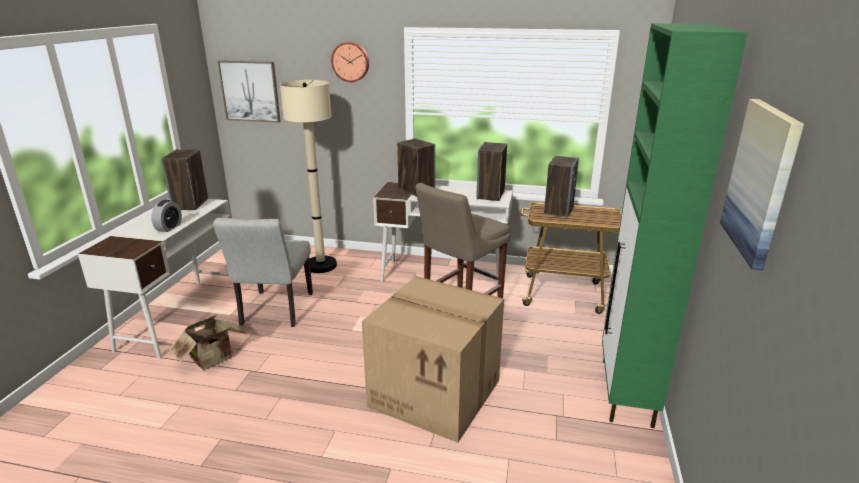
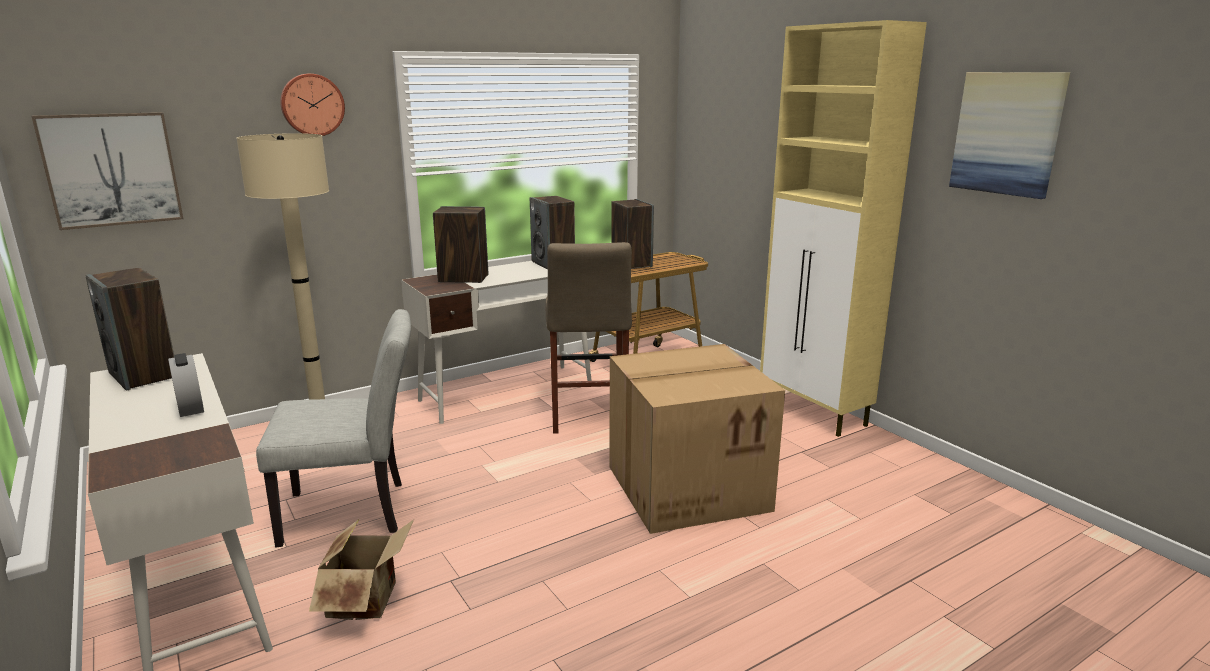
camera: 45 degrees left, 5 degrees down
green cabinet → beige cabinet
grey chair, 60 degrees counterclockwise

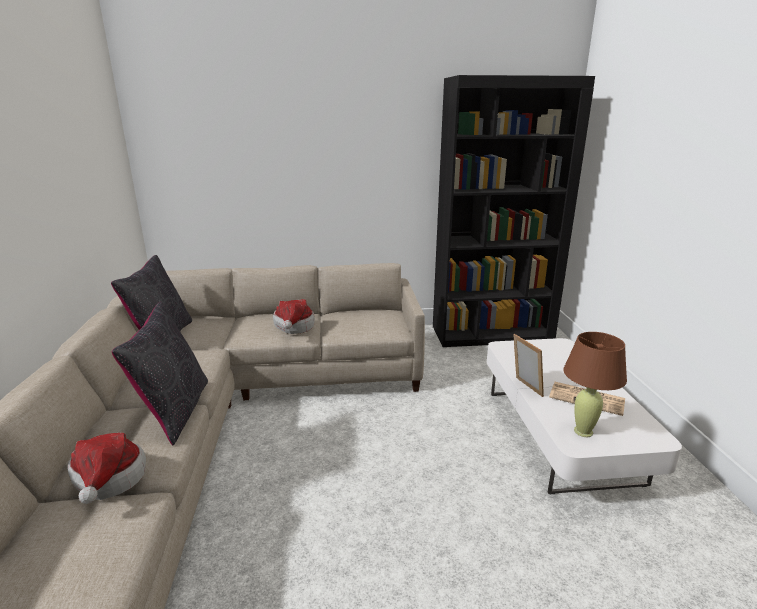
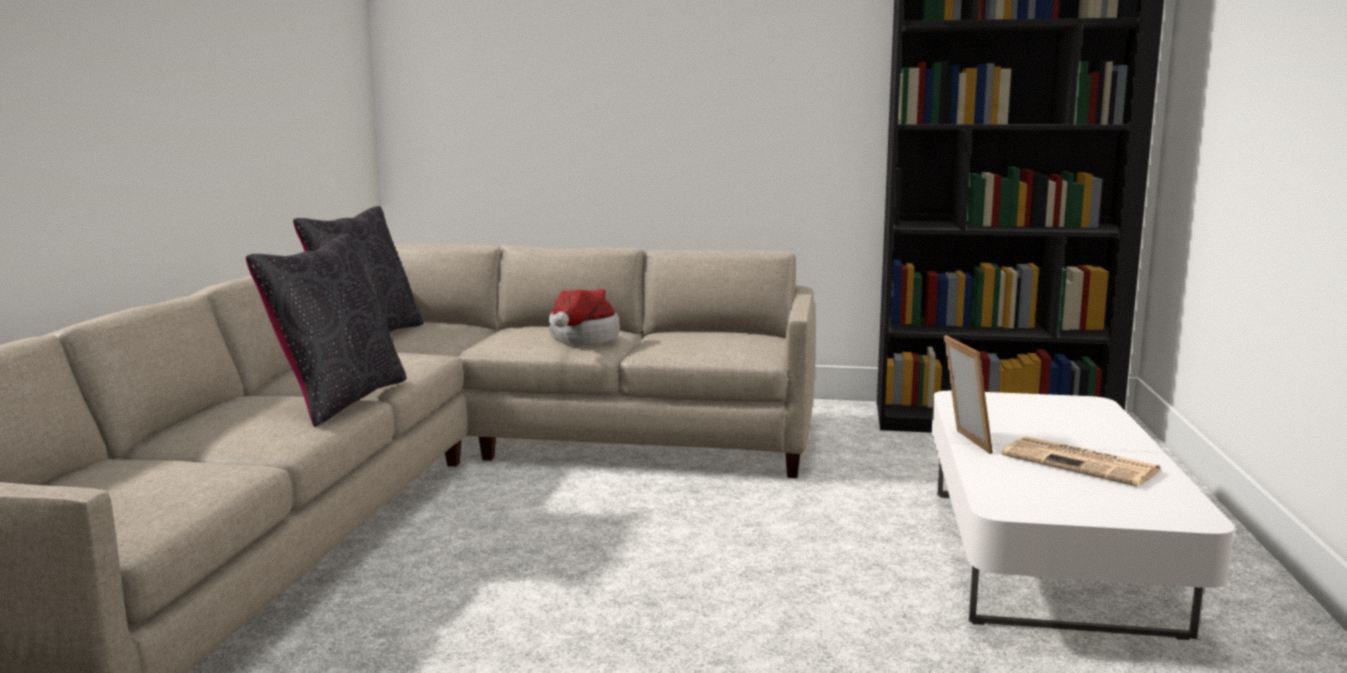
camera: 15 degrees right, 10 degrees down
brown table lamp → -
hat (1st from left) → -

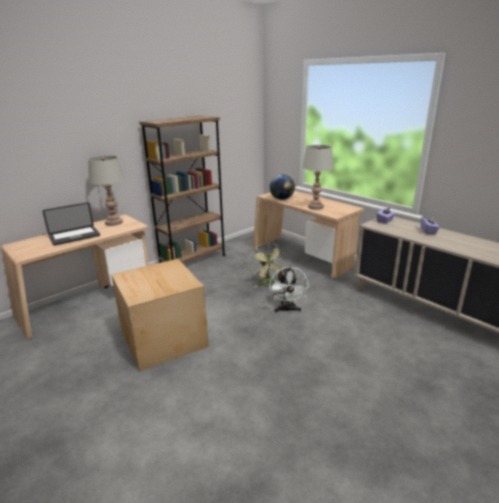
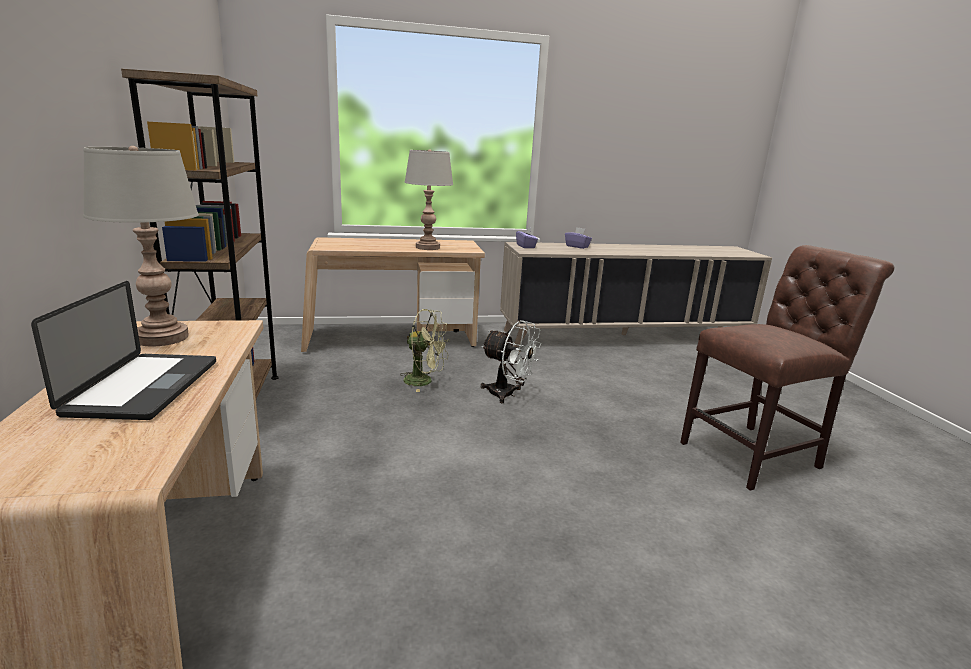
camera: 60 degrees left, 5 degrees down
globe → -
cardboard box → -
- → brown chair

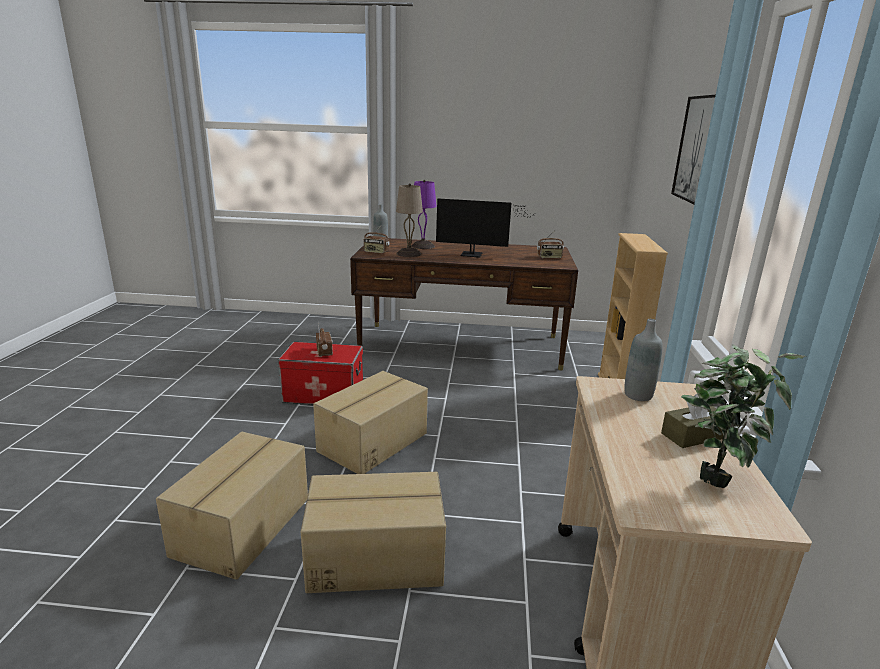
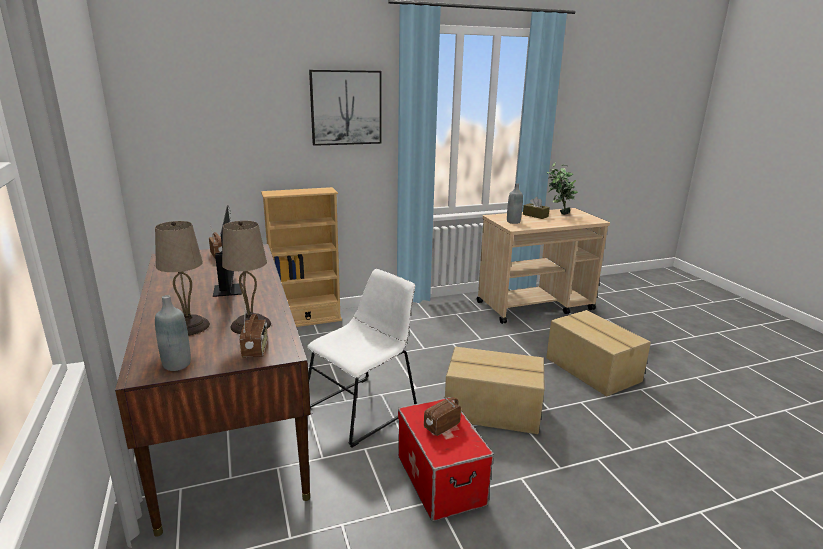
camera: 115 degrees left, 0 degrees up
purple table lamp → beige table lamp (1st from left)
cardboard box (1st from left) → -
- → white chair

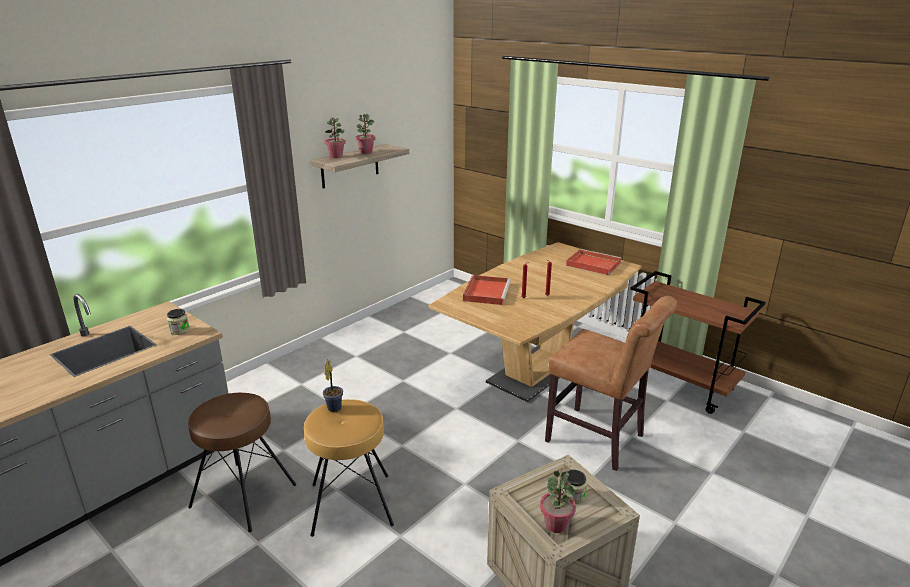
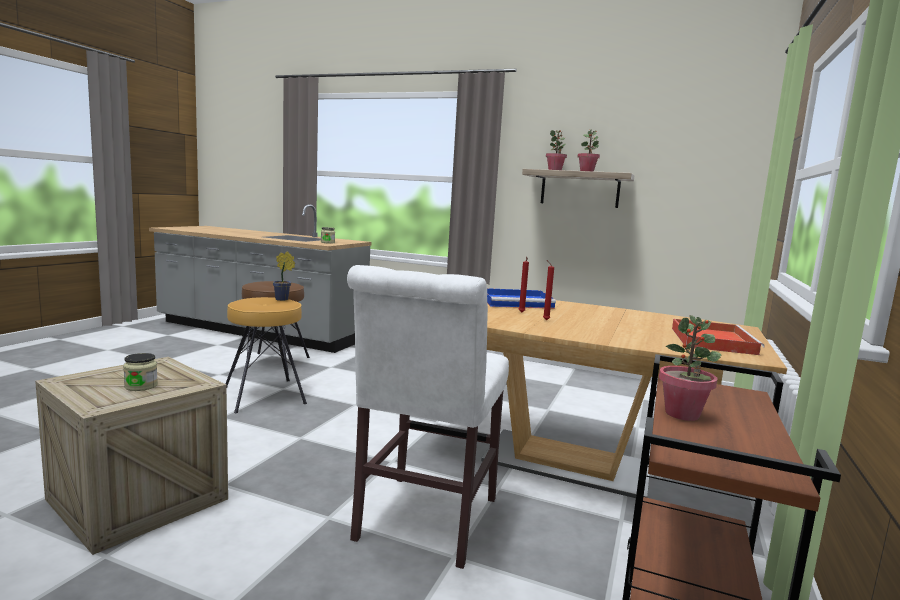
camera: 70 degrees right, 15 degrees down
red tray (1st from left) → blue tray
brown chair → white chair
potted plant (4th from left), moved

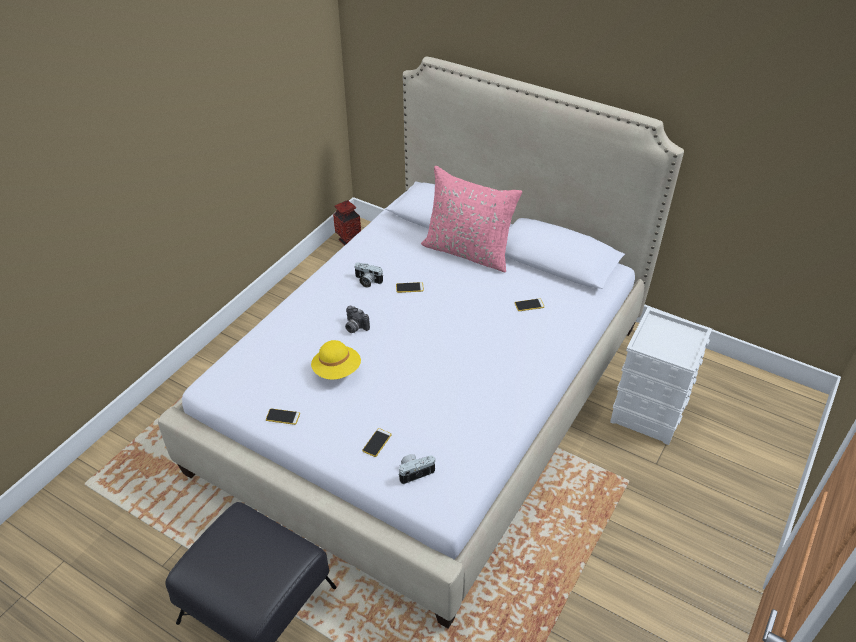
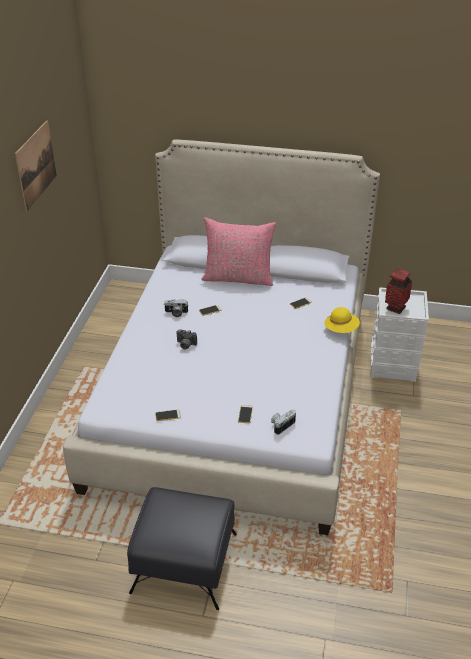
camera: 20 degrees left, 5 degrees down
vase, moved
yellow hat, moved
- → picture

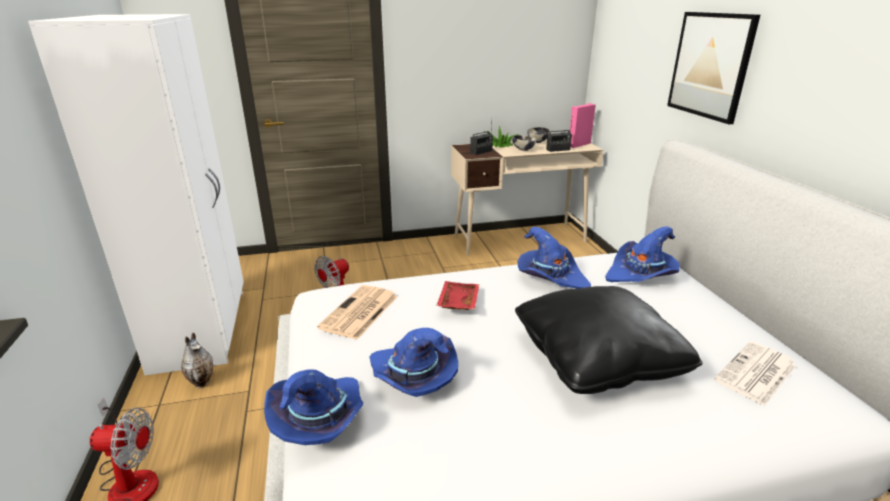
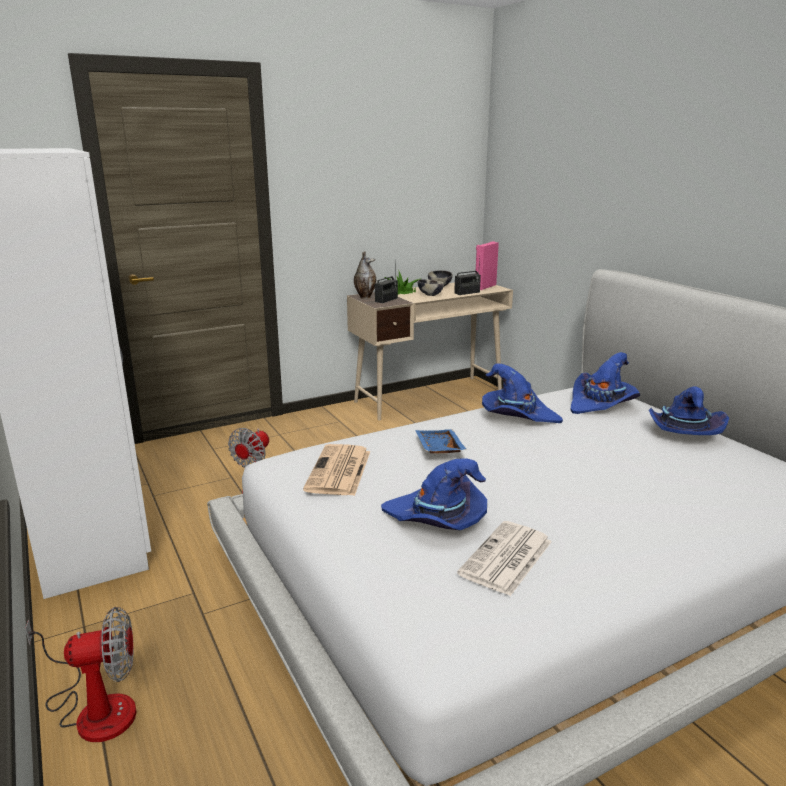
camera: 15 degrees left, 5 degrees down
picture → -
red tray → blue tray
black pillow → -
vase, moved
newspaper (2nd from left), moved
blue hat (1st from left in the first image) → blue hat (4th from left), moved

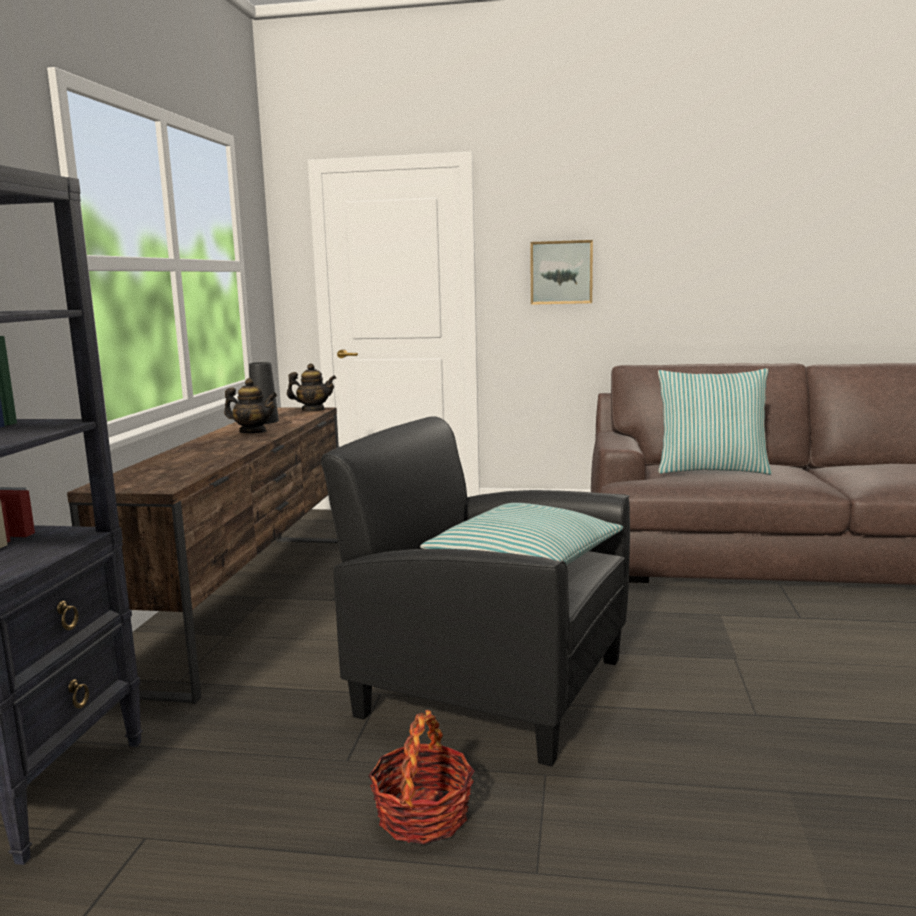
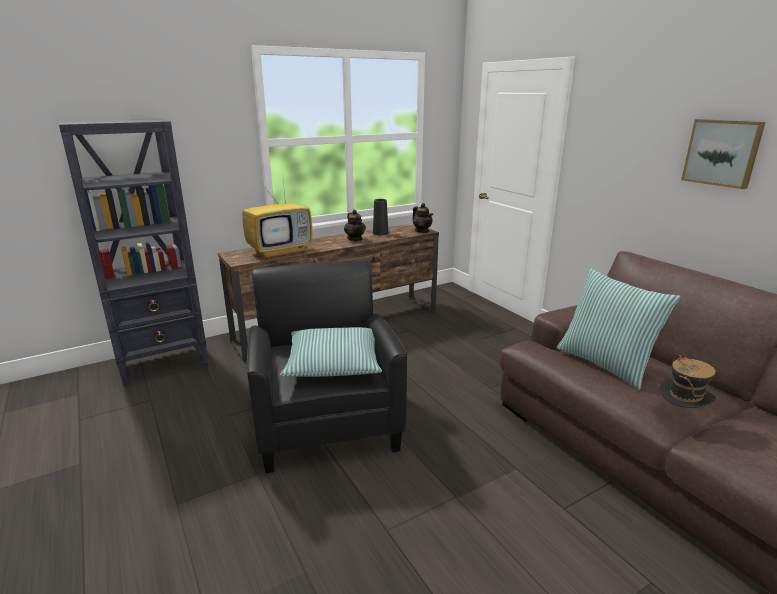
camera: 50 degrees right, 10 degrees up
picture, moved
basket → -
- → television
- → hat

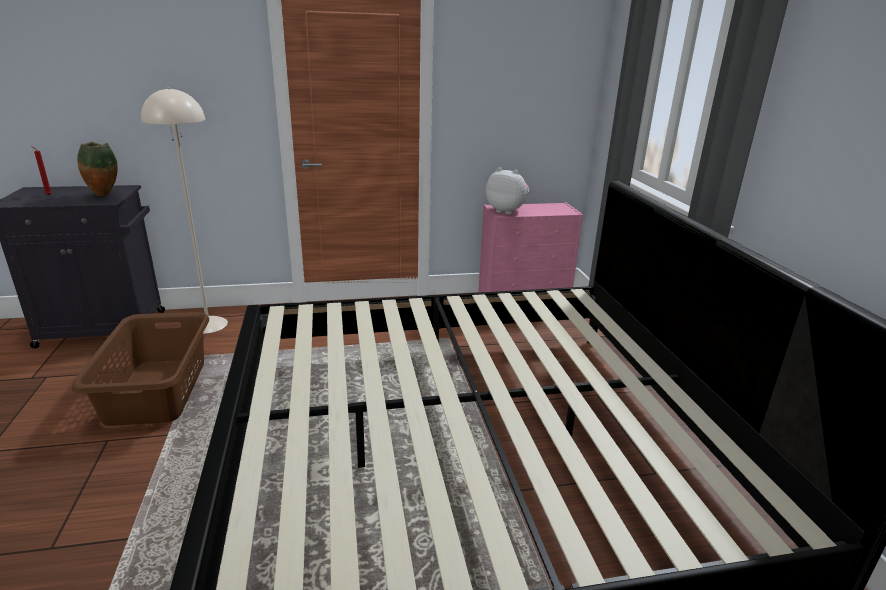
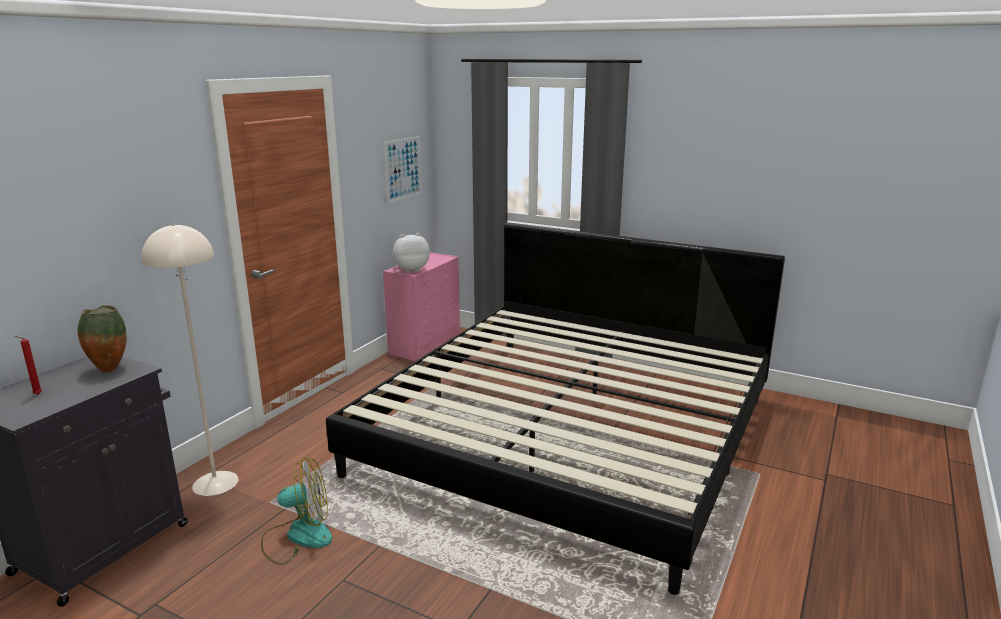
camera: 50 degrees left, 5 degrees down
brown laundry basket → fan
- → picture

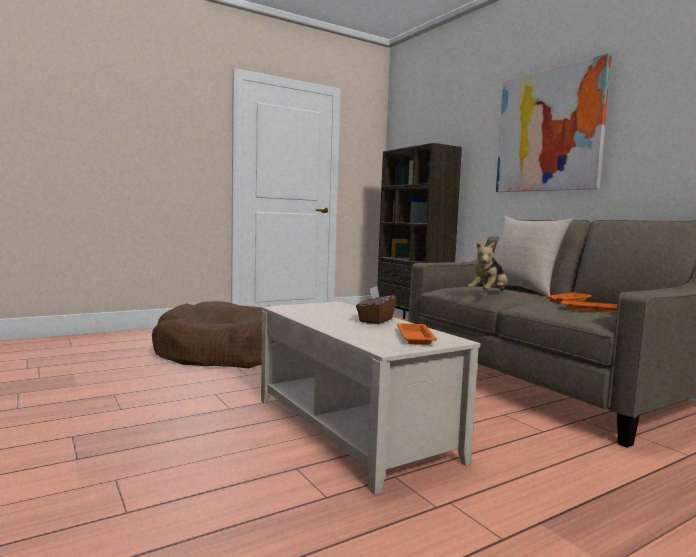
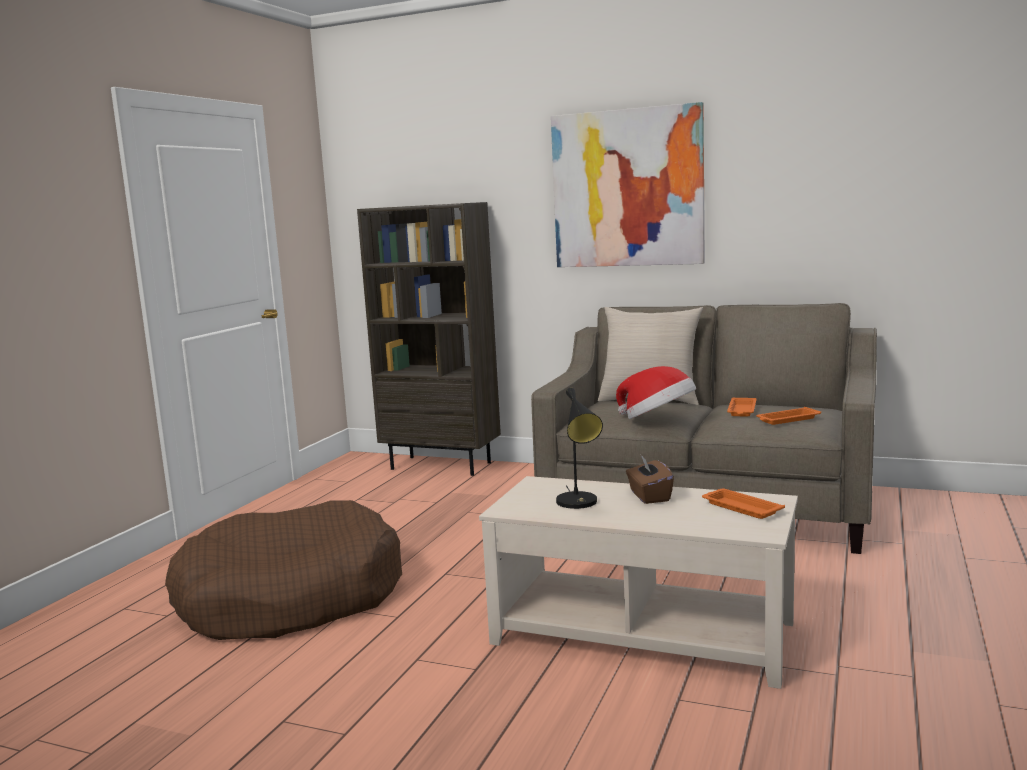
camera: 35 degrees left, 5 degrees up
plush toy → hat
- → black table lamp

